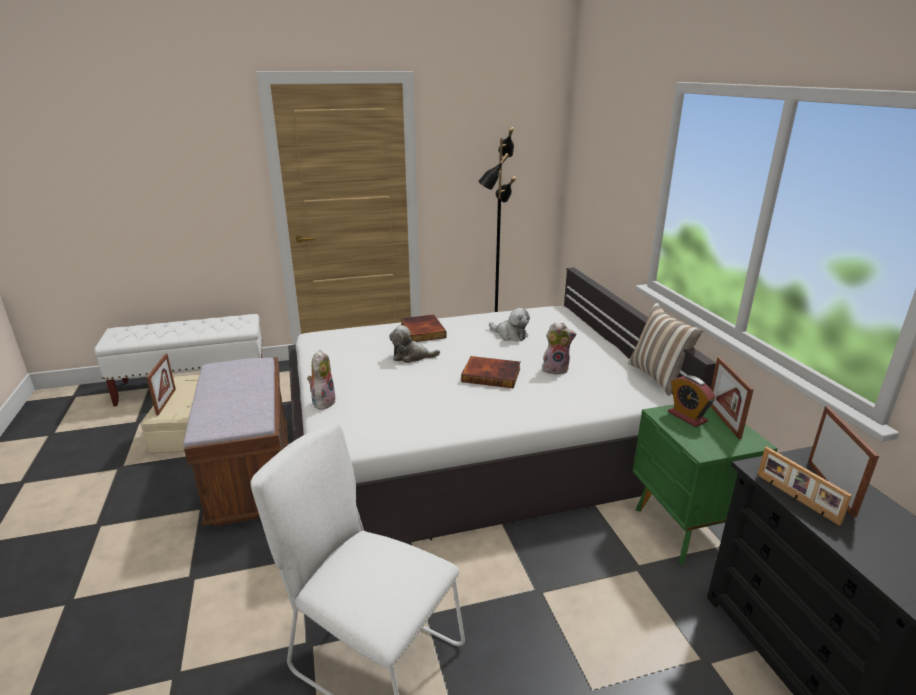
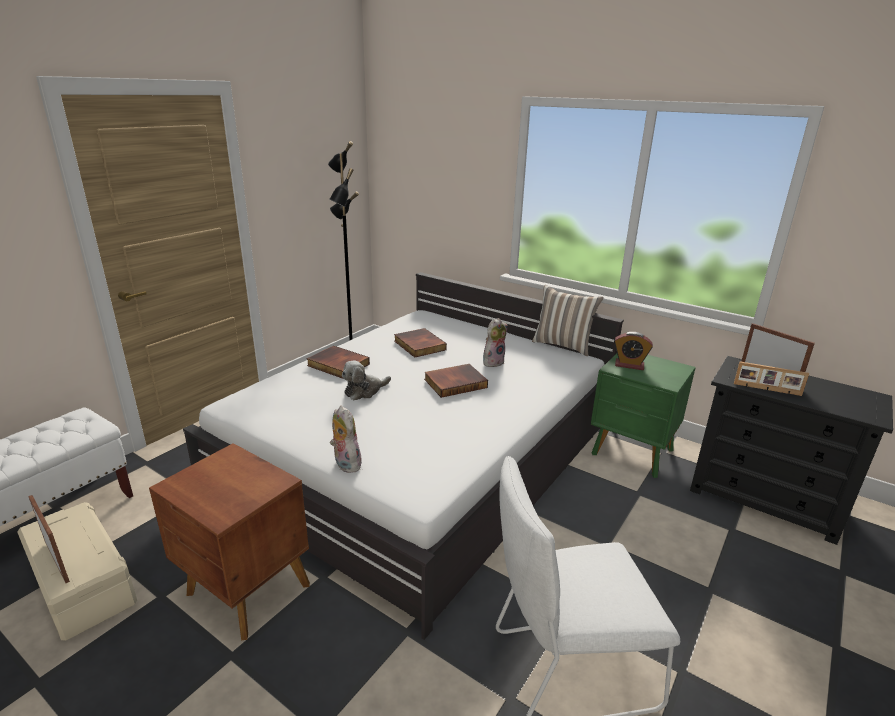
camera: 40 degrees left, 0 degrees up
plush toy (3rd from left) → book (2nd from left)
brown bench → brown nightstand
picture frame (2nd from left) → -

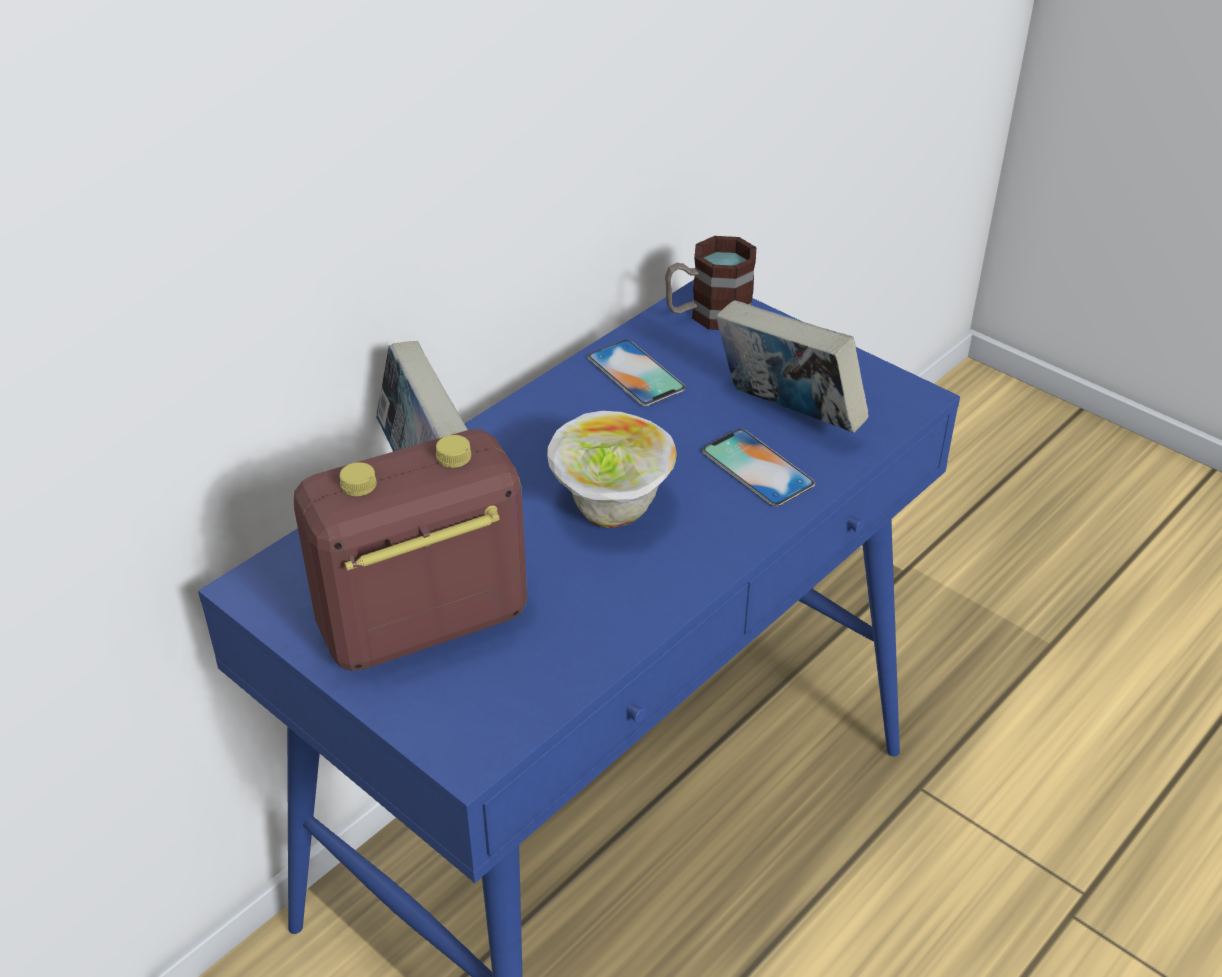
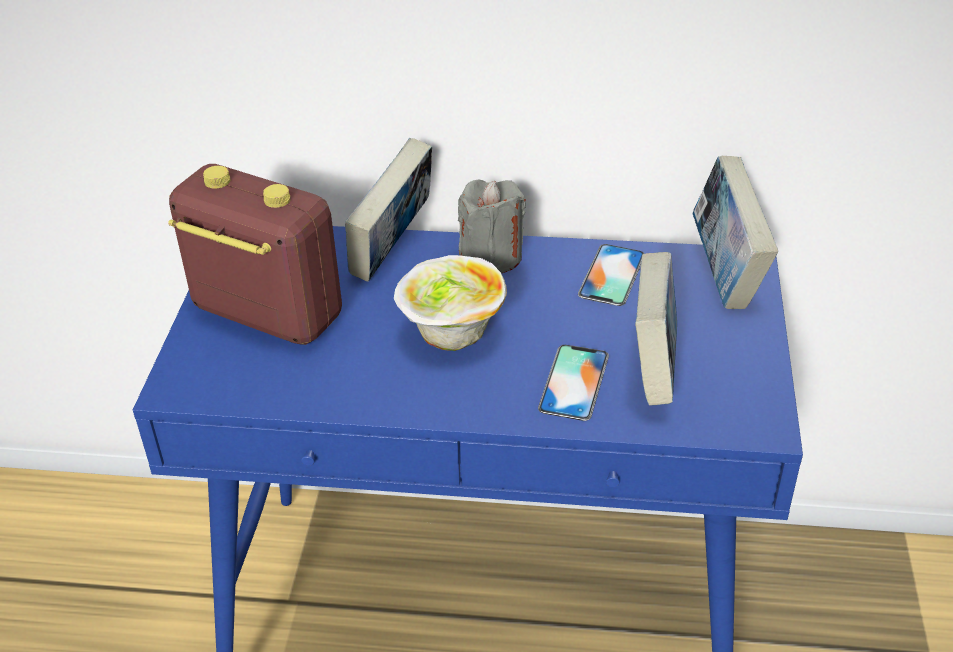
camera: 55 degrees right, 0 degrees up
mug → book (3rd from left)
- → grey candle

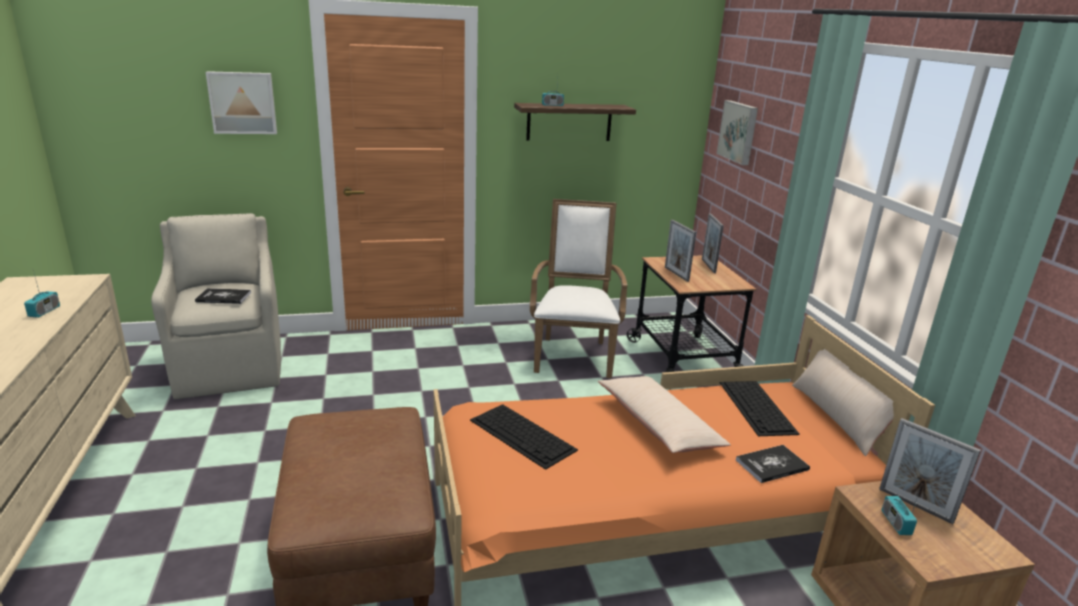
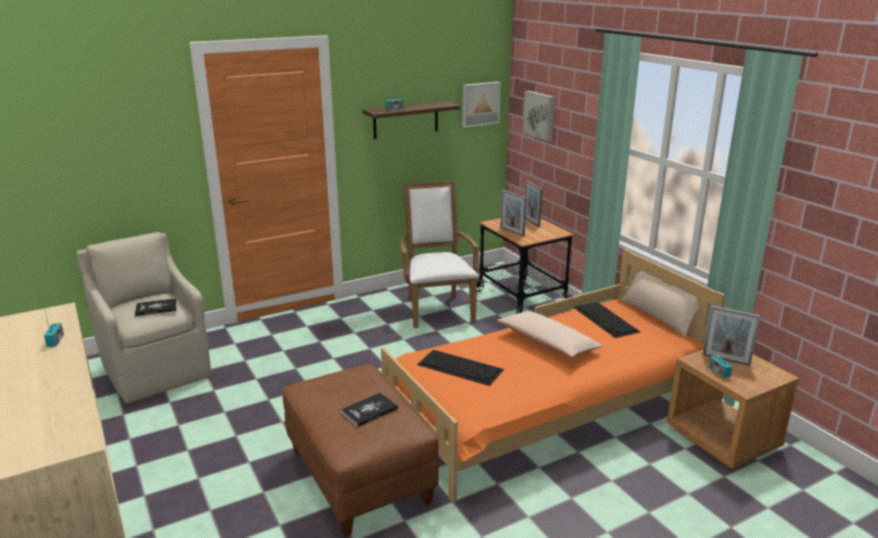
camera: 15 degrees left, 0 degrees up
picture (1st from left), moved
book (2nd from left), moved

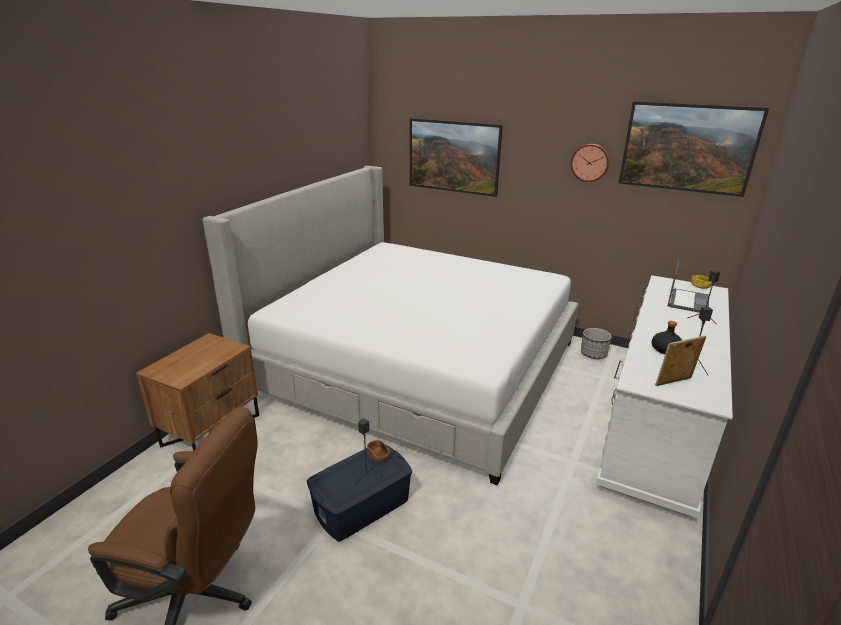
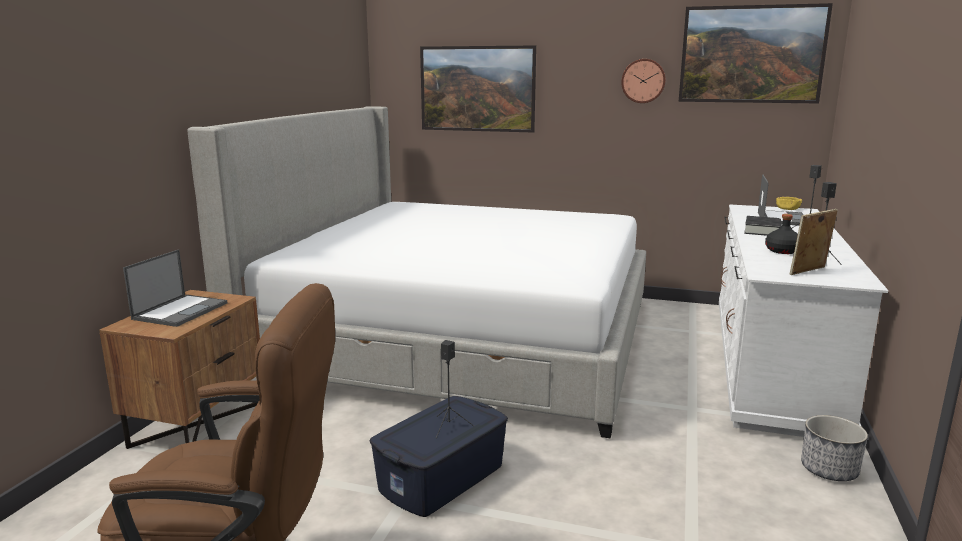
camera: 10 degrees left, 10 degrees down
planter, moved
brown bowl → -
- → black book
- → laptop (1st from left)

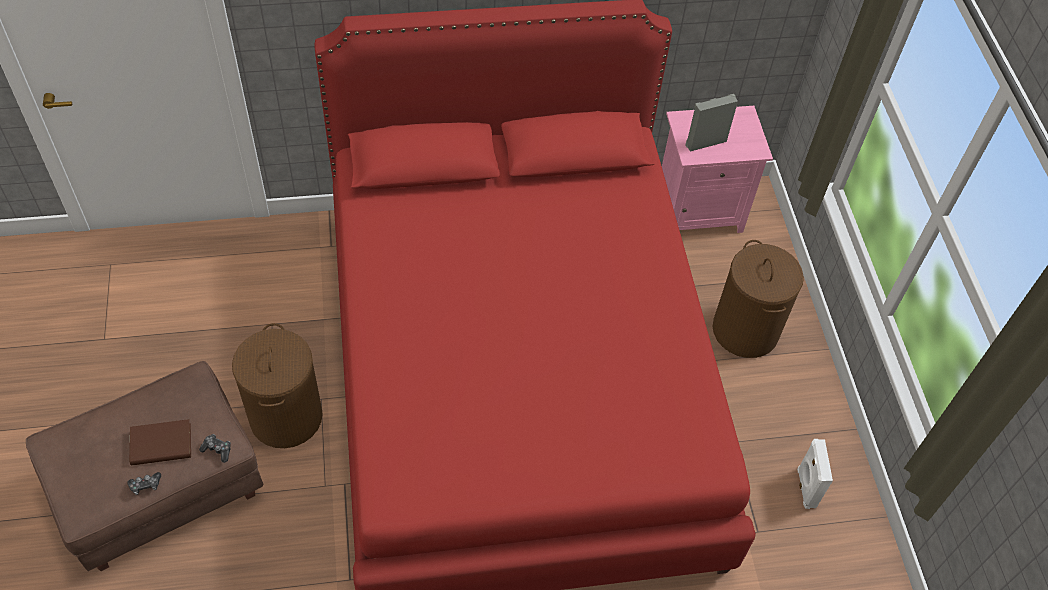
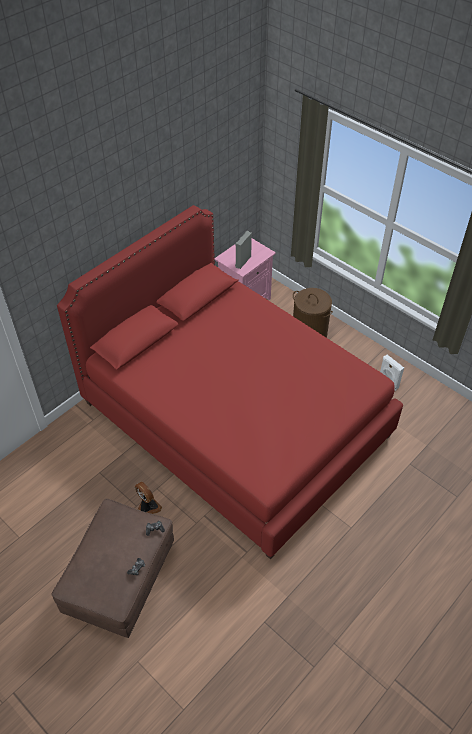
camera: 35 degrees left, 5 degrees down
brown laundry basket (1st from left) → fan
brown book → -

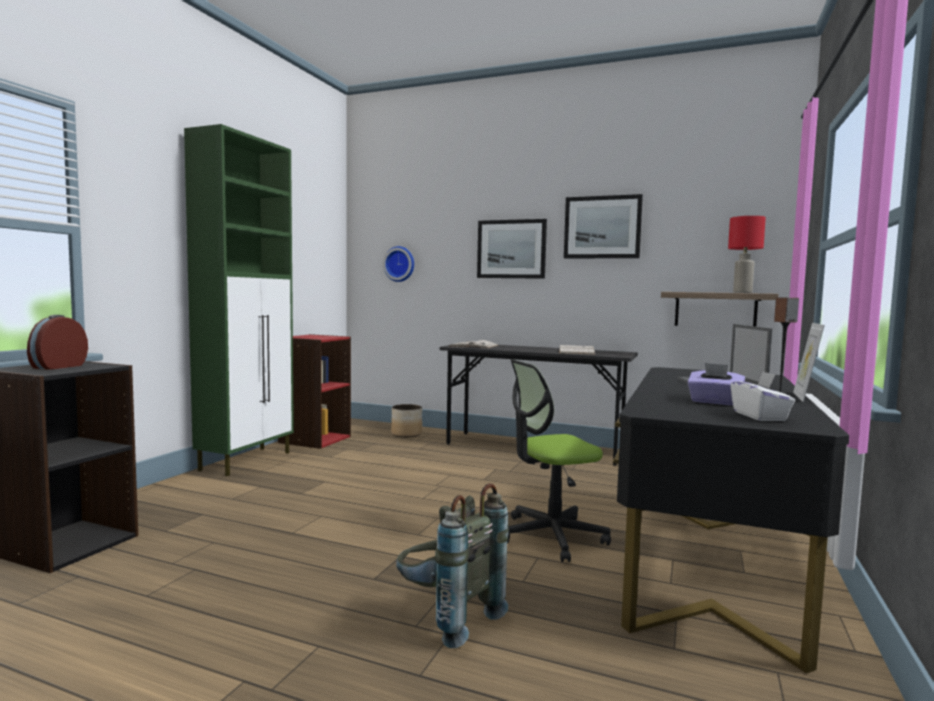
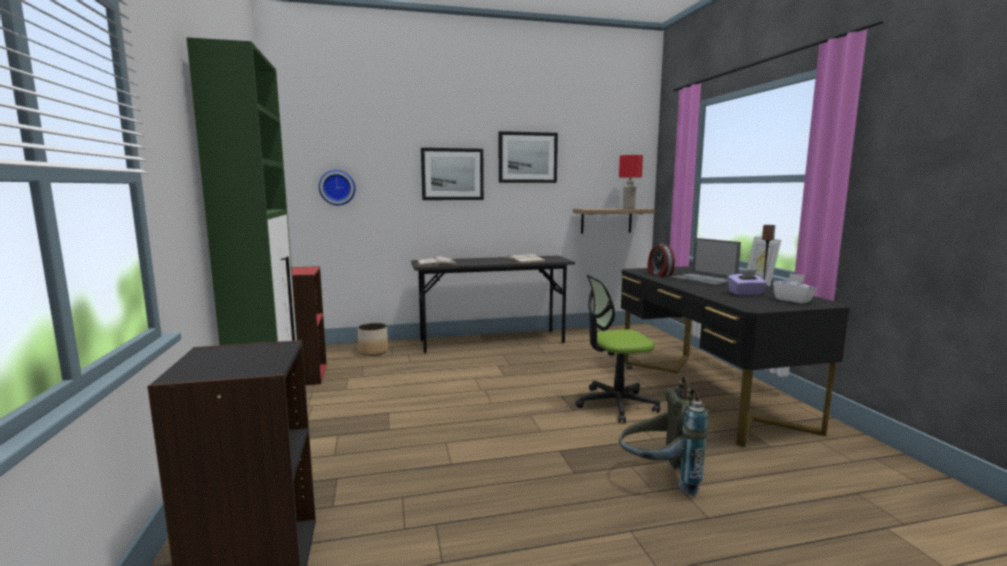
camera: 35 degrees left, 5 degrees up
alarm clock, moved
office chair, 45 degrees clockwise

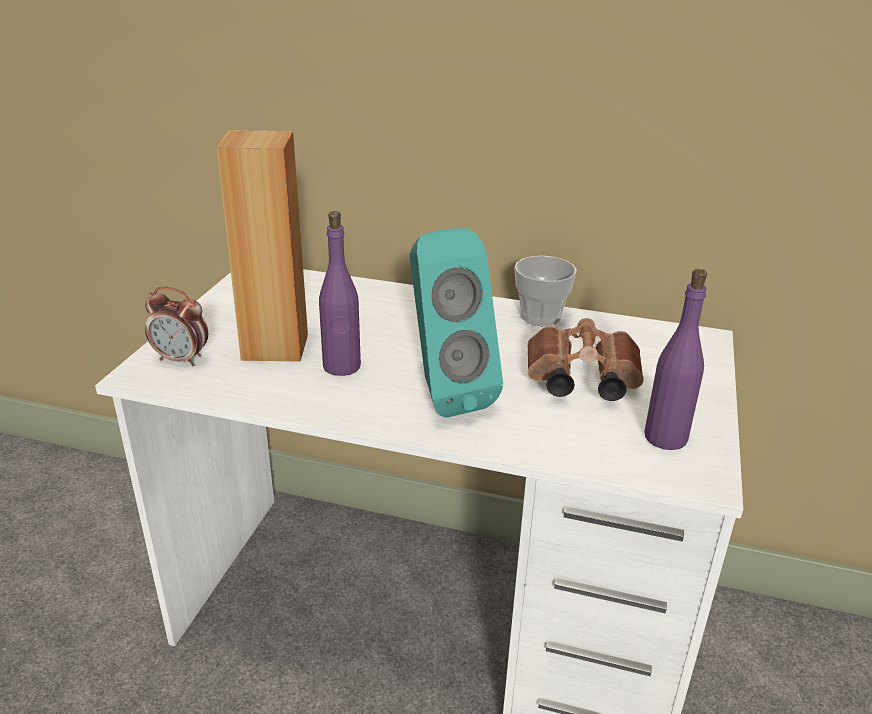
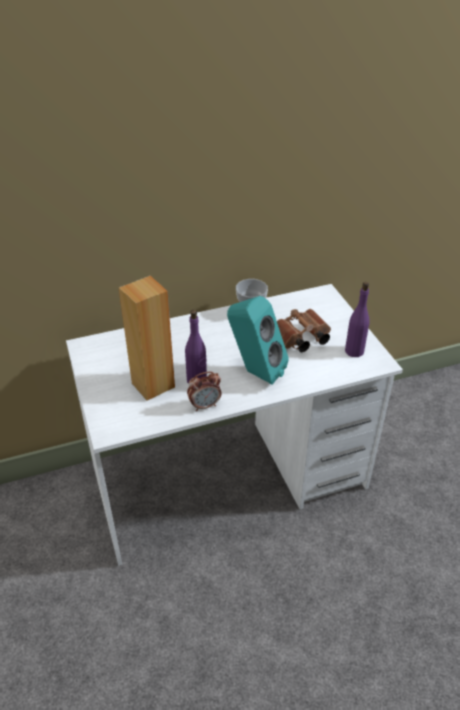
camera: 35 degrees left, 10 degrees up
alarm clock, moved

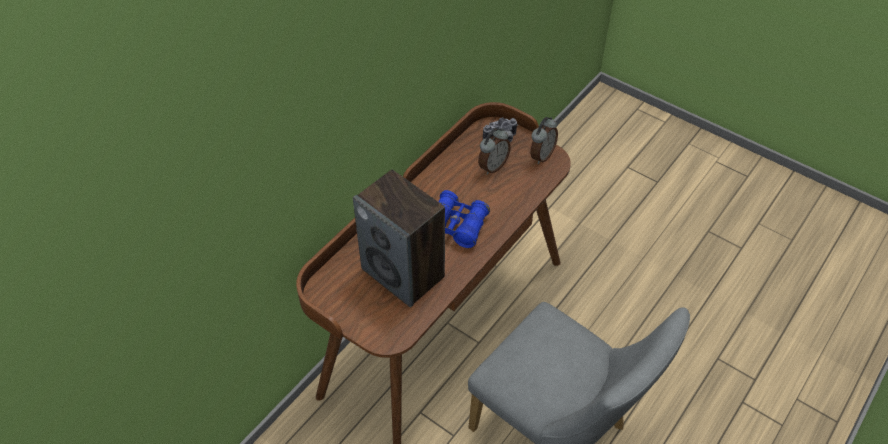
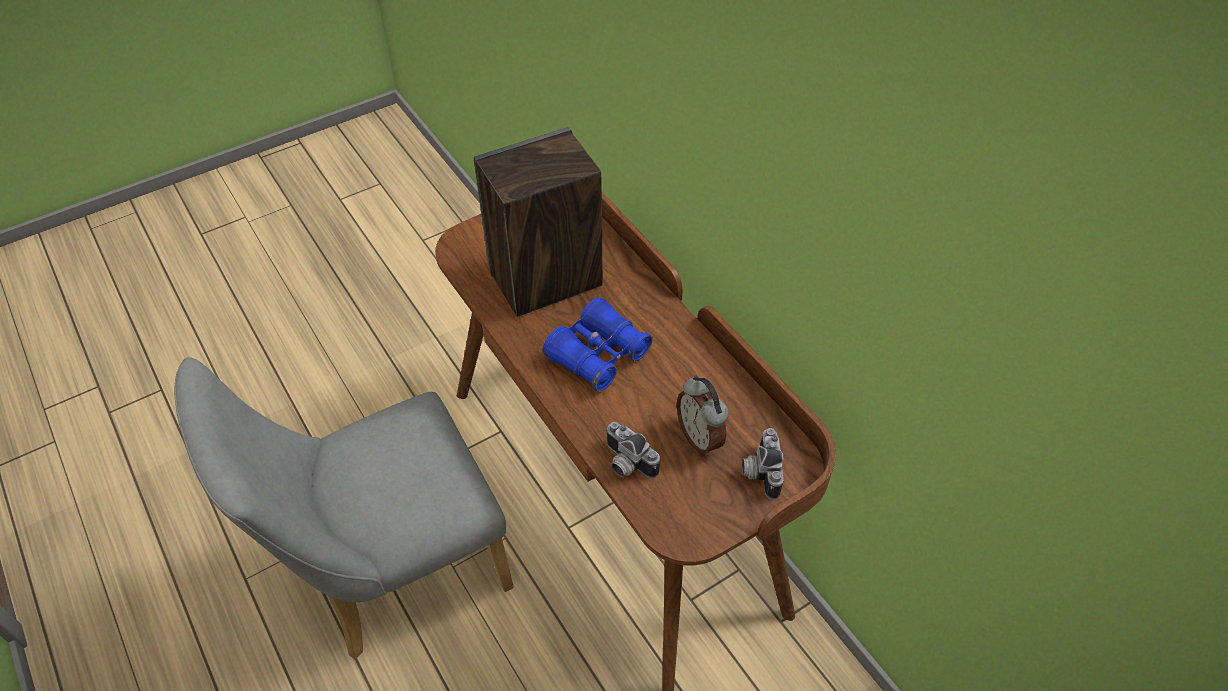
camera: 110 degrees right, 0 degrees up
alarm clock (2nd from left) → -
- → photo camera (1st from left)

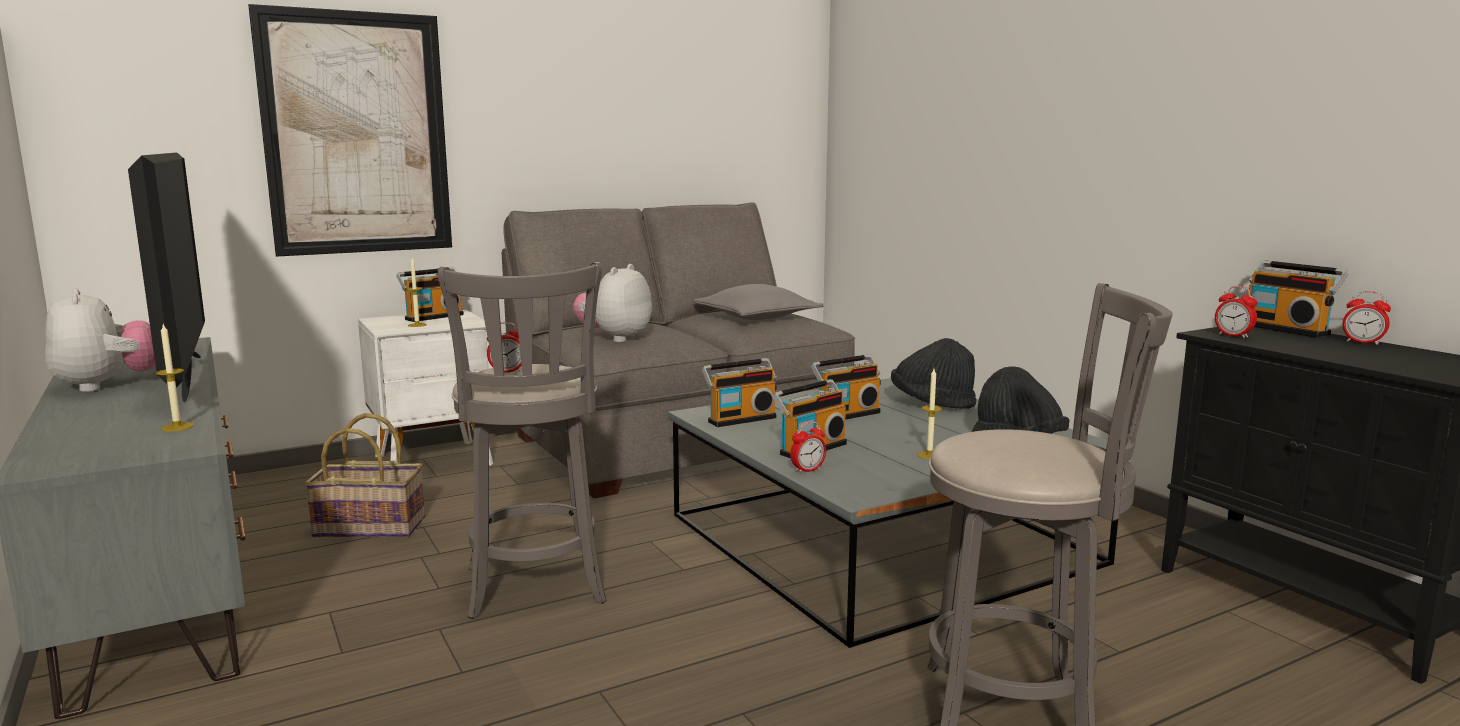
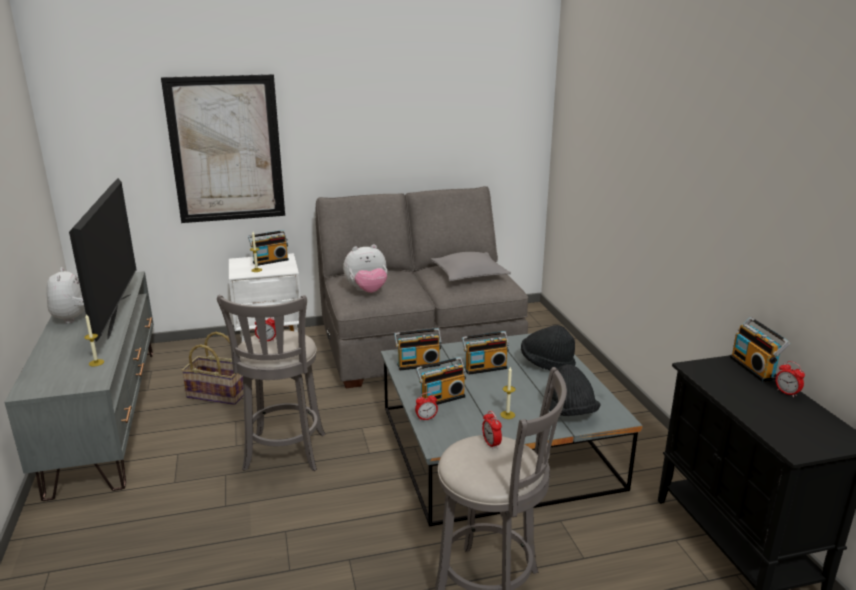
camera: 15 degrees right, 10 degrees up
plush toy (2nd from left), 150 degrees counterclockwise
alarm clock (3rd from left), moved

